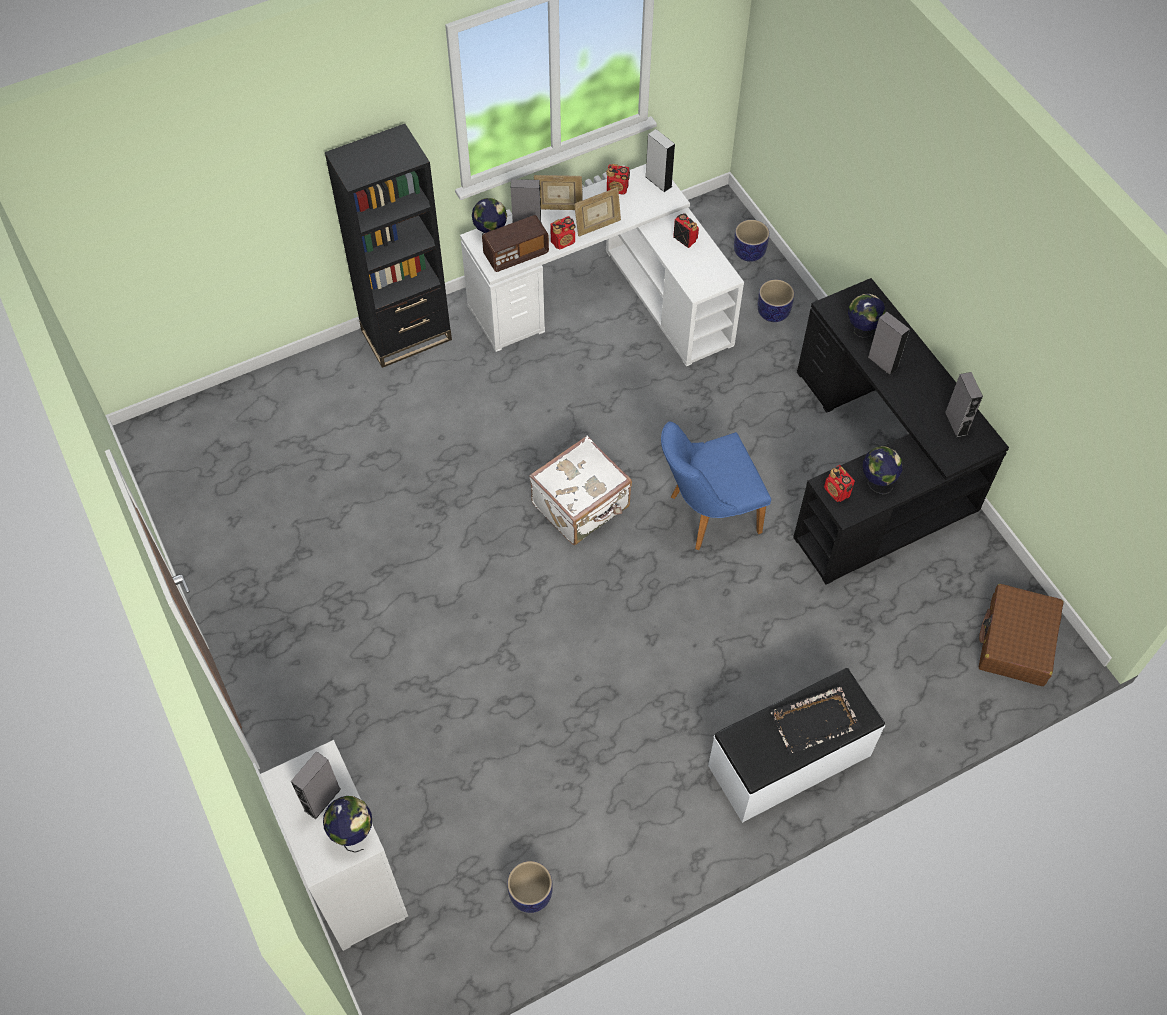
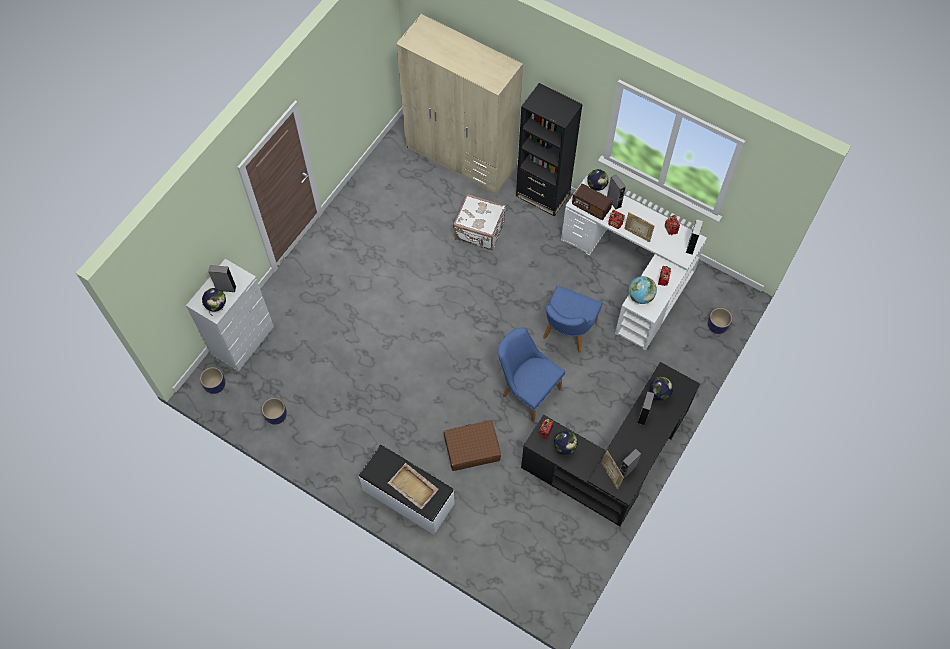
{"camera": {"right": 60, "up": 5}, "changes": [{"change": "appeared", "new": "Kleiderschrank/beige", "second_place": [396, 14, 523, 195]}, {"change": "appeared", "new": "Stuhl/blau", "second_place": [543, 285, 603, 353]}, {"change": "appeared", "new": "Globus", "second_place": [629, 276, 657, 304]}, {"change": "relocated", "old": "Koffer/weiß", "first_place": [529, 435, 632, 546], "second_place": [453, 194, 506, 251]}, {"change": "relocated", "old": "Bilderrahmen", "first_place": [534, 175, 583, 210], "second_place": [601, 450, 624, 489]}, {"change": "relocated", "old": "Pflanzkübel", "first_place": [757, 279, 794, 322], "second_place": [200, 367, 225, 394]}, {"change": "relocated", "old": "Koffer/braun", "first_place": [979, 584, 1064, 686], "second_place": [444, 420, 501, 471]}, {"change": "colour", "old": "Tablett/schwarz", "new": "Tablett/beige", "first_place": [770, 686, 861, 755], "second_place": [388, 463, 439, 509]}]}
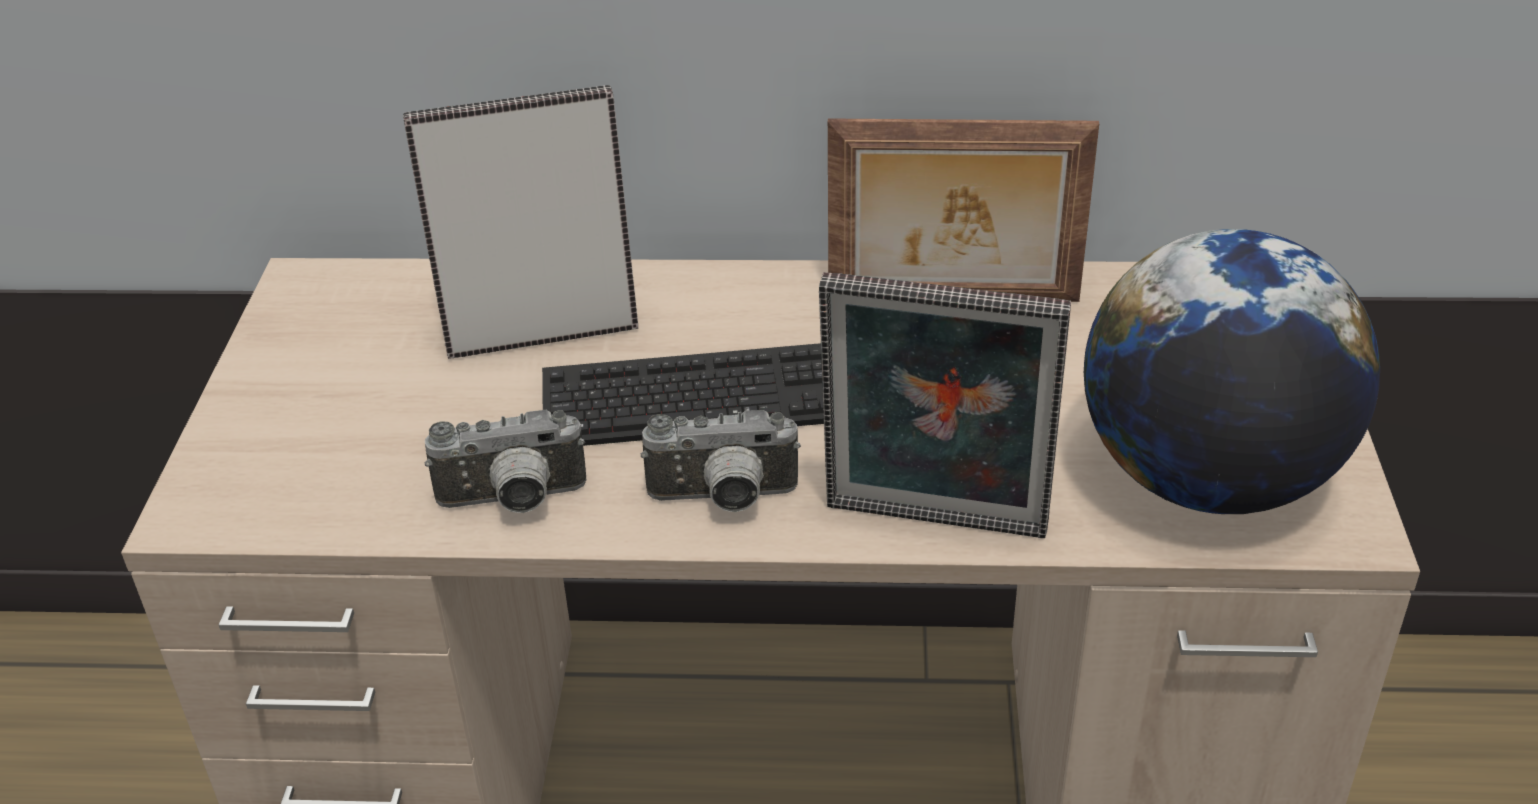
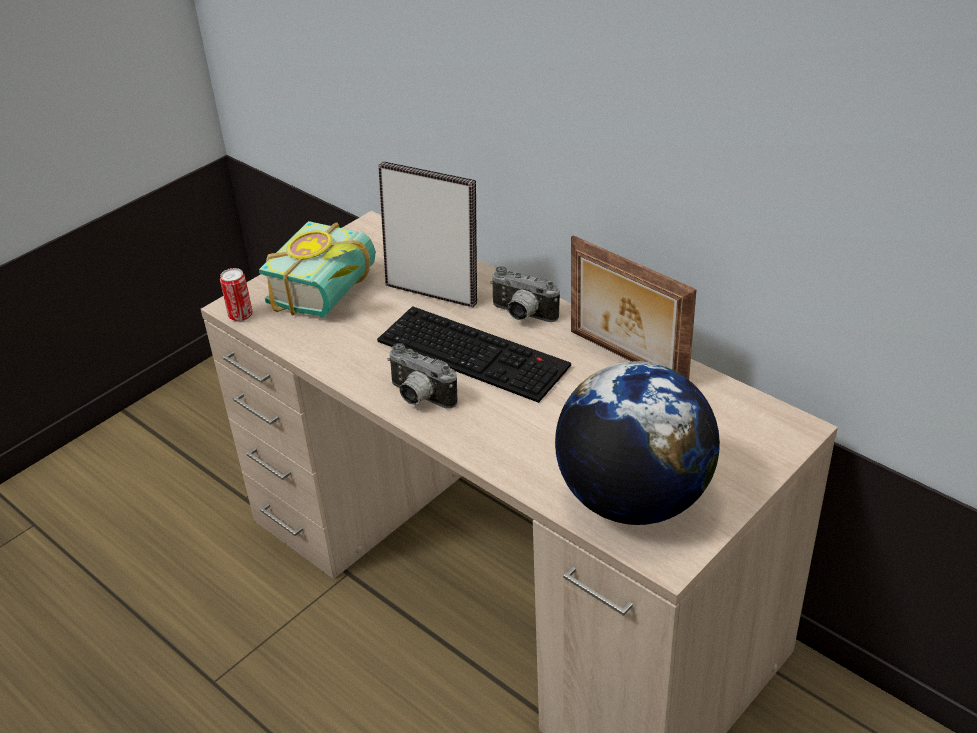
{"camera": {"right": 40, "up": 0}, "changes": [{"change": "missing", "old": "Bilderrahmen", "first_place": [819, 272, 1071, 538]}, {"change": "appeared", "new": "Dose", "second_place": [220, 268, 253, 322]}, {"change": "appeared", "new": "Buch", "second_place": [259, 221, 376, 317]}, {"change": "relocated", "old": "Kamera", "first_place": [425, 410, 586, 513], "second_place": [490, 266, 560, 322]}]}
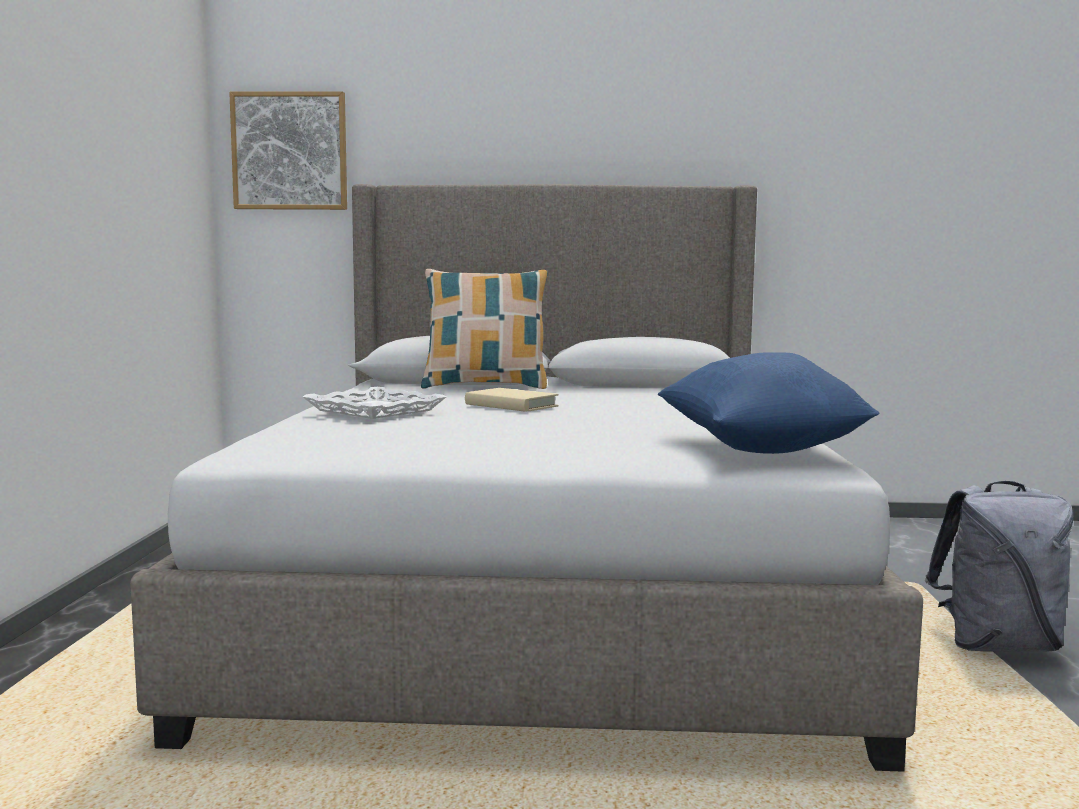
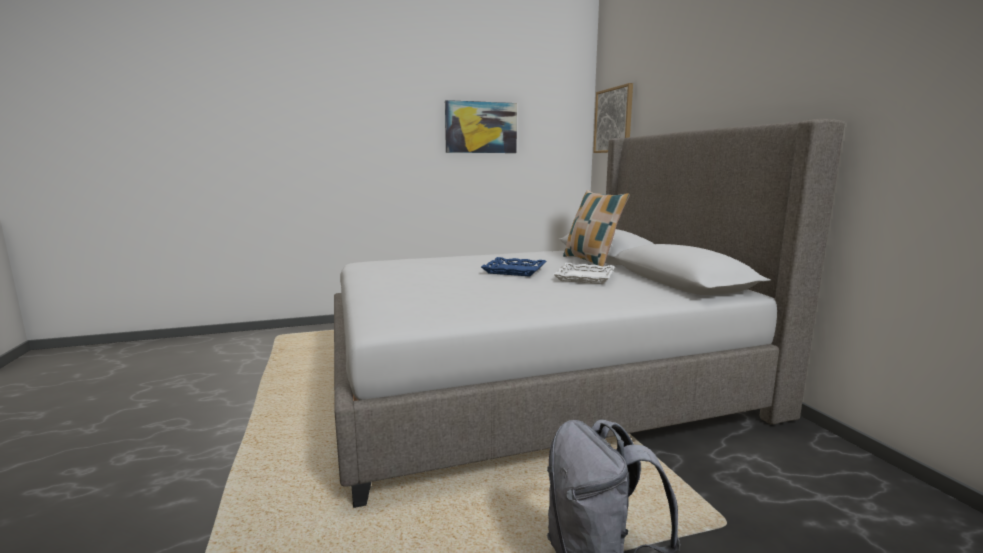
{"camera": {"right": 70, "up": 5}, "changes": [{"change": "missing", "old": "Kissen/blau", "first_place": [658, 352, 880, 454]}, {"change": "appeared", "new": "Bild", "second_place": [445, 100, 517, 153]}, {"change": "relocated", "old": "Tablett/weiß", "first_place": [303, 387, 446, 419], "second_place": [553, 263, 615, 284]}, {"change": "exchanged", "old": "Buch/beige", "new": "Tablett/blau", "first_place": [465, 388, 559, 412], "second_place": [481, 257, 546, 276]}]}
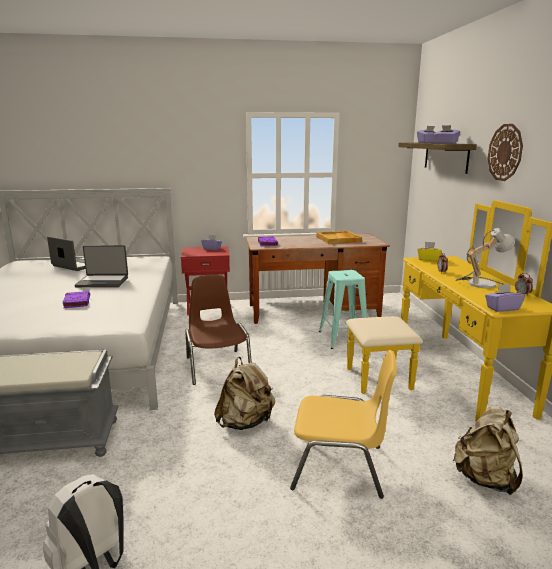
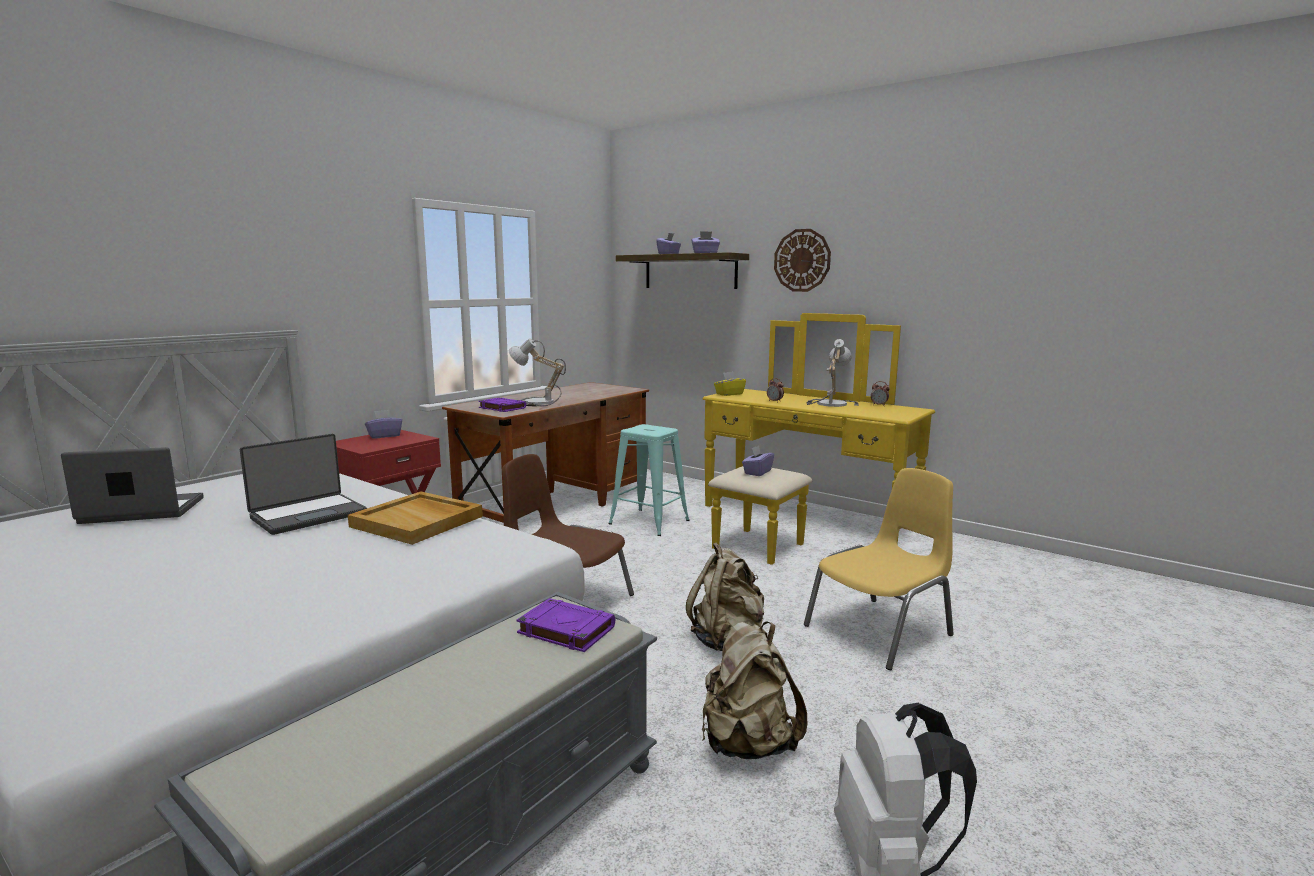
{"camera": {"right": -45, "up": -5}, "changes": [{"change": "appeared", "new": "Tischlampe", "second_place": [509, 338, 566, 407]}, {"change": "relocated", "old": "Buch/lila", "first_place": [63, 291, 90, 308], "second_place": [516, 598, 615, 652]}, {"change": "relocated", "old": "Tablett/beige", "first_place": [316, 231, 362, 244], "second_place": [348, 491, 483, 545]}, {"change": "relocated", "old": "Rucksack/beige", "first_place": [453, 405, 523, 495], "second_place": [702, 621, 807, 759]}, {"change": "relocated", "old": "Taschentuchbox/lila", "first_place": [485, 284, 525, 312], "second_place": [742, 445, 774, 476]}]}
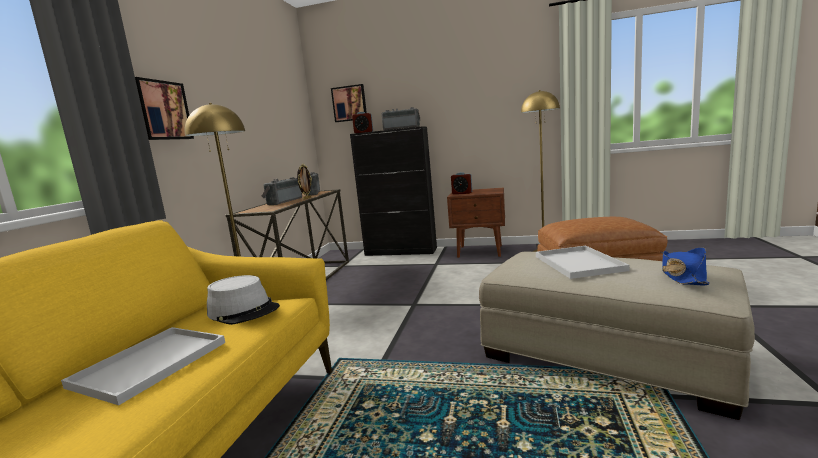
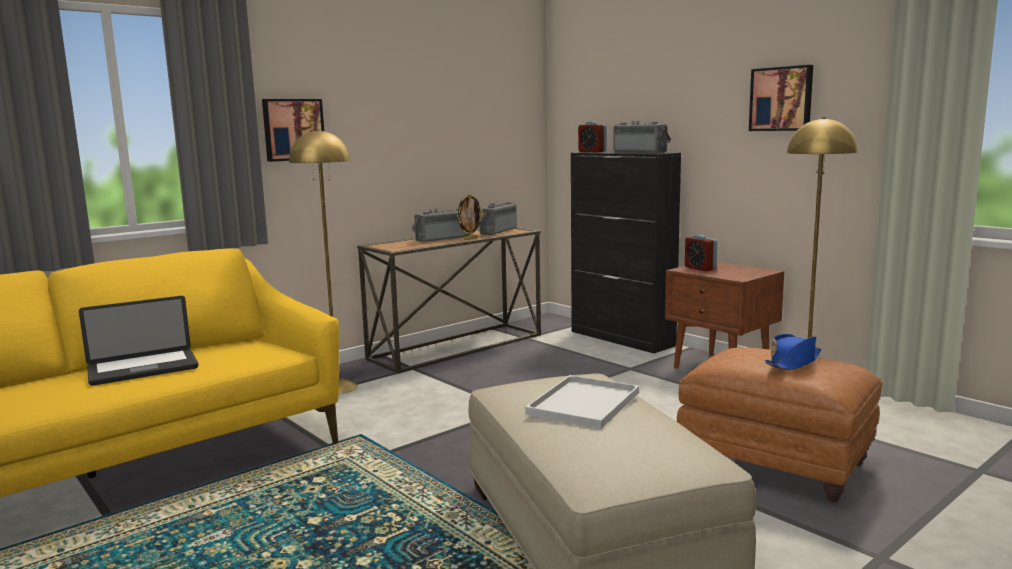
{"camera": {"right": 35, "up": 0}, "changes": [{"change": "missing", "old": "Hut/grau", "first_place": [207, 275, 280, 325]}, {"change": "relocated", "old": "Bild", "first_place": [331, 84, 367, 122], "second_place": [749, 65, 813, 131]}, {"change": "relocated", "old": "Hut/blau", "first_place": [662, 247, 710, 286], "second_place": [765, 334, 821, 370]}, {"change": "exchanged", "old": "Tablett/weiß", "new": "Laptop", "first_place": [61, 327, 225, 405], "second_place": [79, 296, 198, 386]}]}
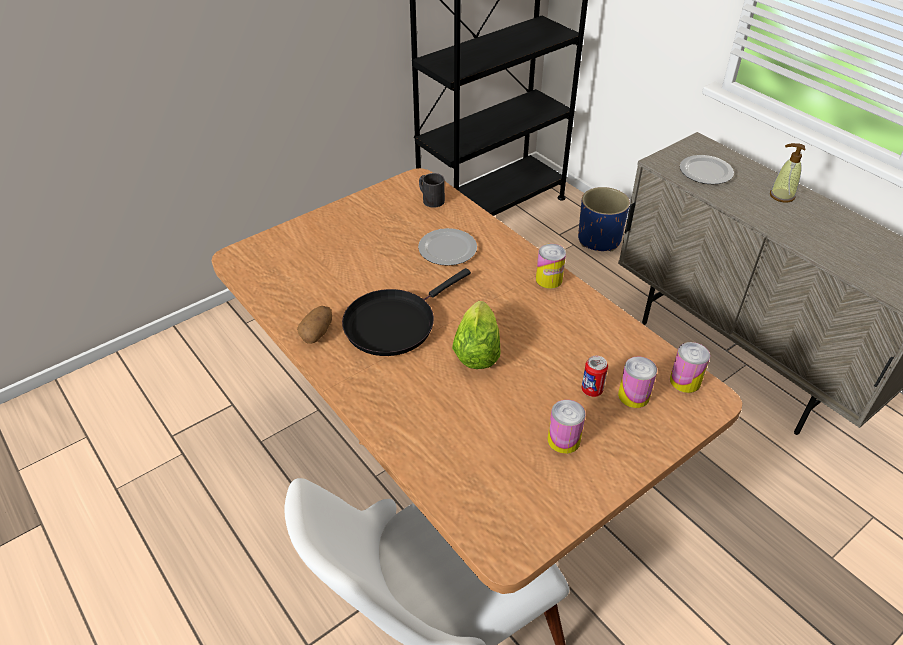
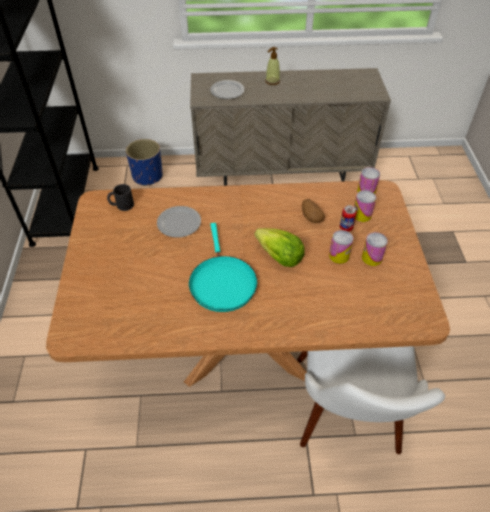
{"camera": {"right": -55, "up": 5}, "changes": [{"change": "relocated", "old": "Kartoffel", "first_place": [297, 306, 332, 344], "second_place": [302, 199, 325, 223]}, {"change": "relocated", "old": "Dose", "first_place": [536, 244, 566, 289], "second_place": [329, 230, 353, 264]}, {"change": "colour", "old": "Pfanne/schwarz", "new": "Pfanne/türkis", "first_place": [342, 268, 471, 356], "second_place": [189, 223, 257, 312]}]}
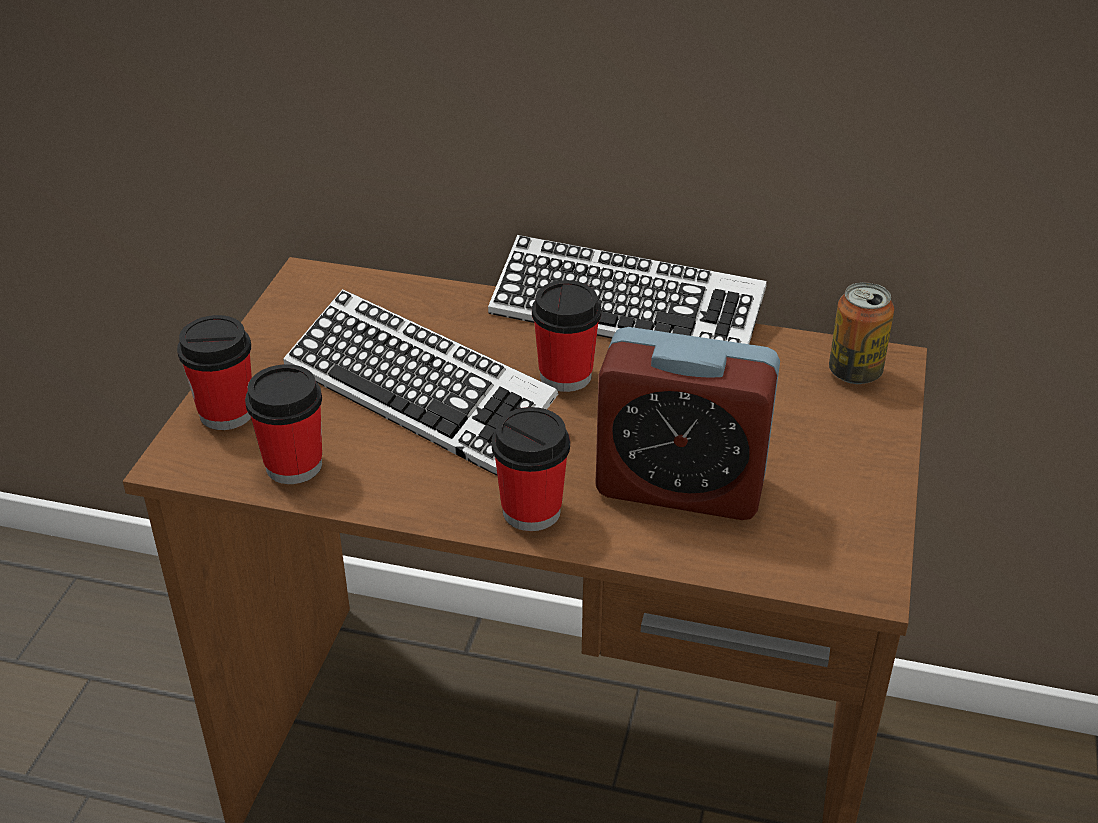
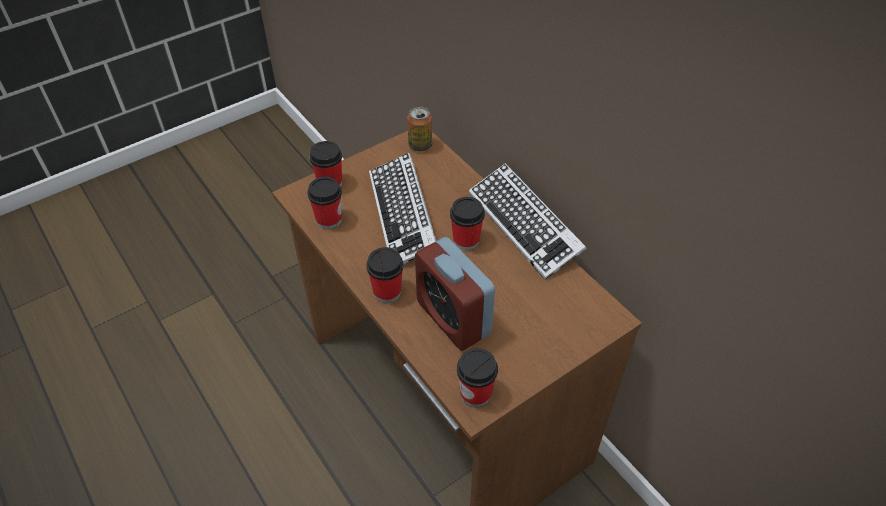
{"camera": {"right": 40, "up": 10}, "changes": [{"change": "appeared", "new": "Tasse", "second_place": [457, 348, 498, 407]}, {"change": "relocated", "old": "Dose", "first_place": [829, 282, 894, 384], "second_place": [407, 106, 432, 152]}]}
